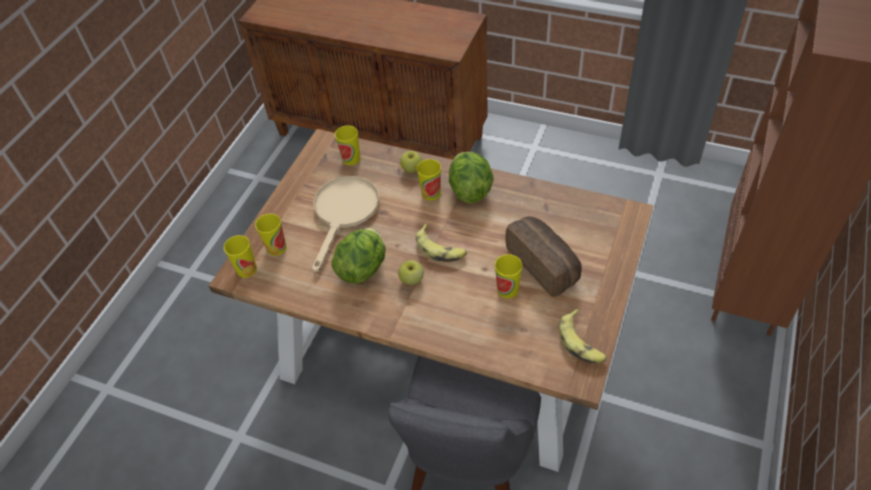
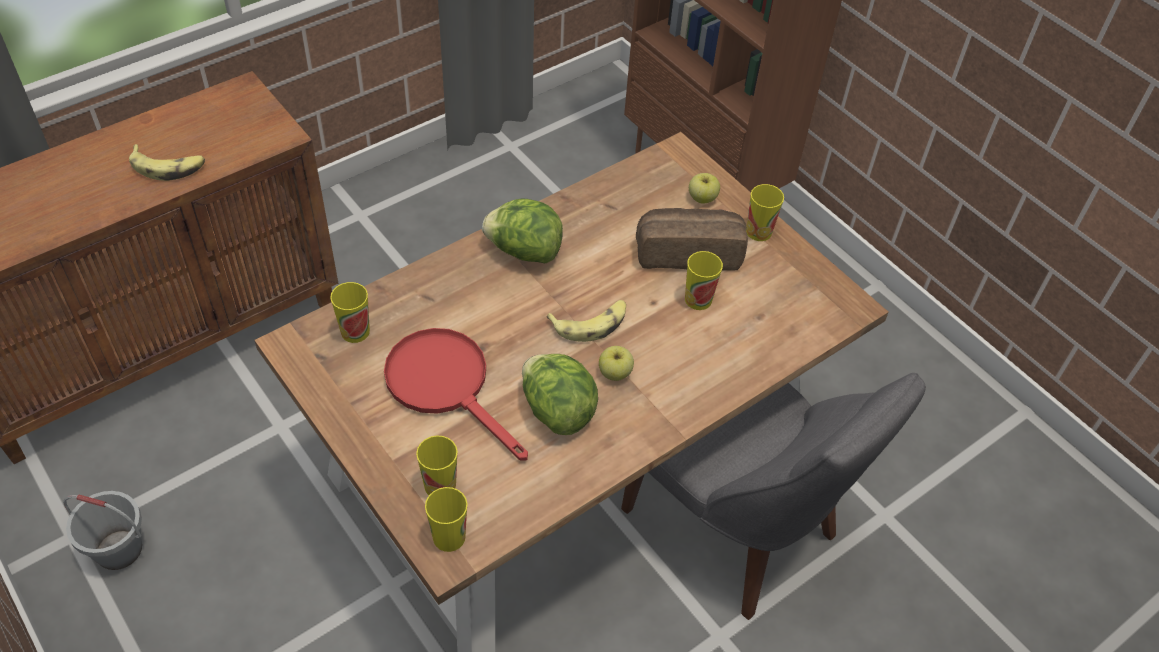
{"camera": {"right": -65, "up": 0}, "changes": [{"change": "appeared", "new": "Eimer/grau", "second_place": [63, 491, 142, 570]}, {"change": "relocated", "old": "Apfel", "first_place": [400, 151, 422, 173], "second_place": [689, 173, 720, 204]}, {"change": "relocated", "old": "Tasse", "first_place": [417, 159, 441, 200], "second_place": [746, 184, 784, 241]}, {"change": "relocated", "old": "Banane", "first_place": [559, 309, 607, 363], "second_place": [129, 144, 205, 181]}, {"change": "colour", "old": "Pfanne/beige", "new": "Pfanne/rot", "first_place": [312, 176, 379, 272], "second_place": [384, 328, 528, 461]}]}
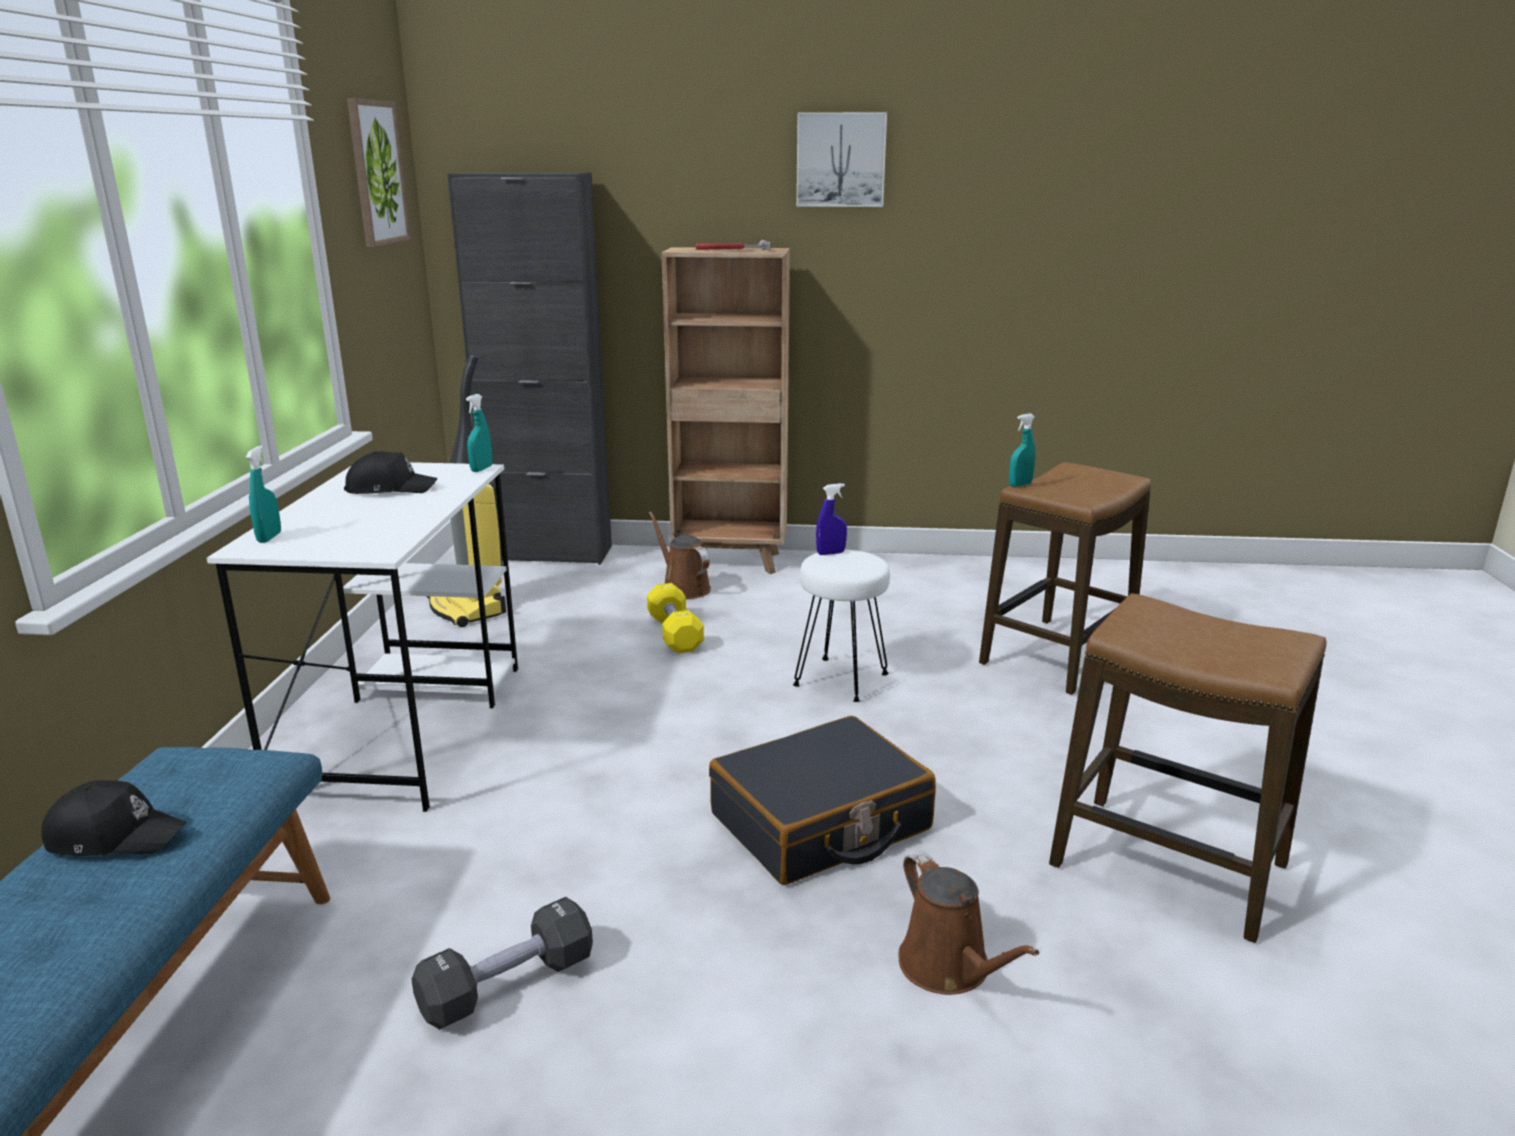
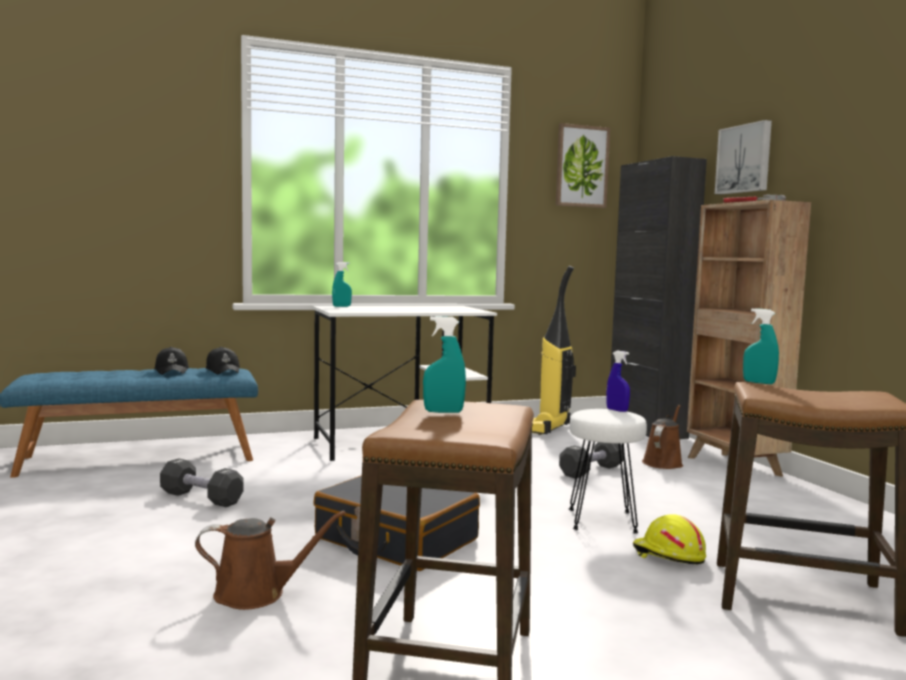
{"camera": {"right": 65, "up": -15}, "changes": [{"change": "appeared", "new": "Schutzhelm/gelb", "second_place": [633, 514, 706, 565]}, {"change": "relocated", "old": "Kappe/schwarz", "first_place": [344, 451, 438, 494], "second_place": [206, 347, 240, 374]}, {"change": "relocated", "old": "Sprühflasche/türkis", "first_place": [466, 394, 492, 472], "second_place": [423, 316, 466, 413]}, {"change": "relocated", "old": "Bild", "first_place": [796, 112, 887, 207], "second_place": [715, 120, 772, 195]}, {"change": "colour", "old": "Hantel/gelb", "new": "Hantel/schwarz", "first_place": [647, 583, 704, 653], "second_place": [559, 442, 624, 479]}, {"change": "spun", "old": "Gießkanne/braun", "first_place": [898, 851, 1039, 995], "second_place": [195, 511, 346, 610], "degrees": -135}]}
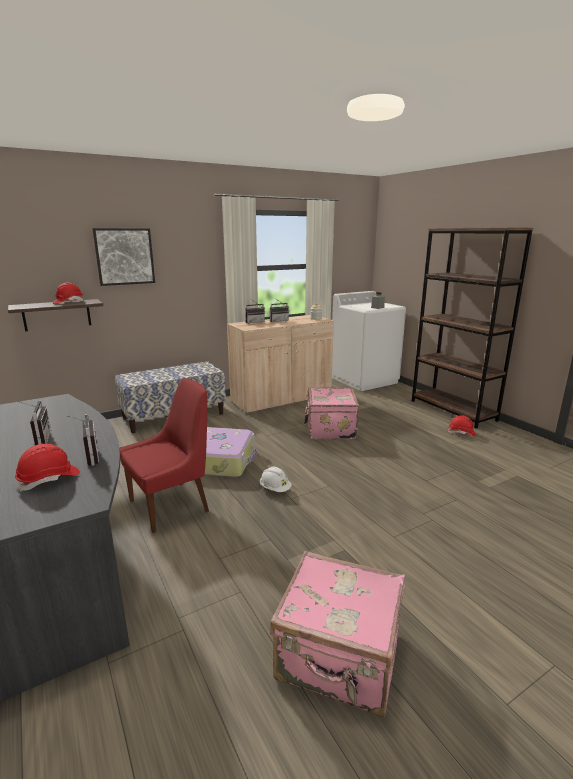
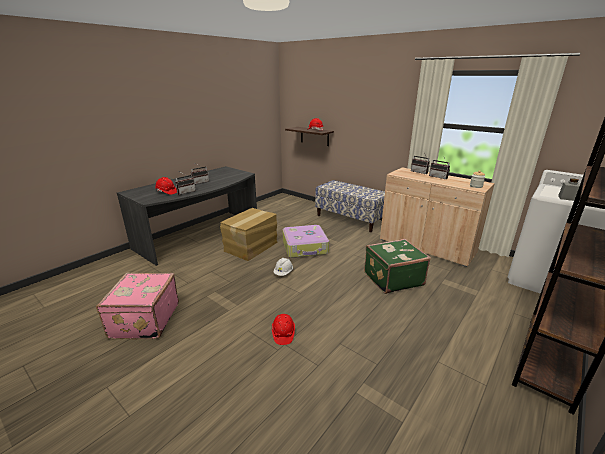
{"camera": {"right": 70, "up": 5}, "changes": [{"change": "missing", "old": "Bild", "first_place": [92, 228, 155, 286]}, {"change": "relocated", "old": "Schutzhelm/rot", "first_place": [448, 415, 476, 436], "second_place": [272, 314, 295, 345]}, {"change": "exchanged", "old": "Stuhl/rot", "new": "Karton", "first_place": [120, 378, 209, 533], "second_place": [220, 208, 277, 261]}, {"change": "colour", "old": "Koffer/rosa", "new": "Koffer/grün", "first_place": [304, 387, 359, 440], "second_place": [364, 239, 431, 294]}]}
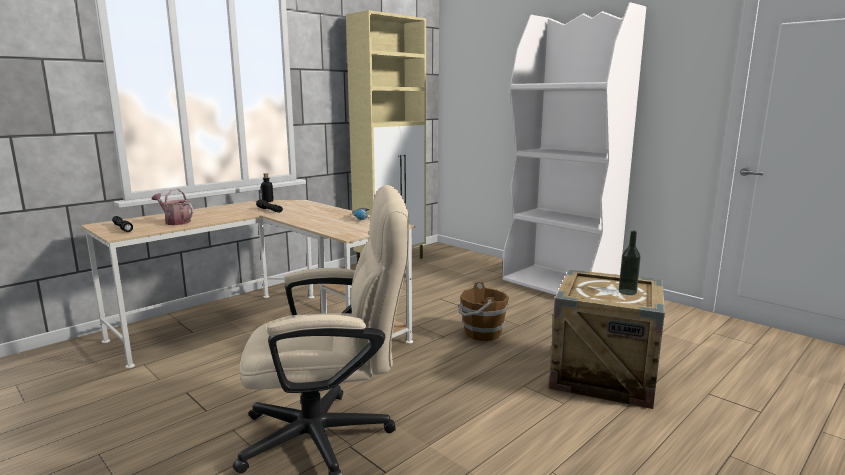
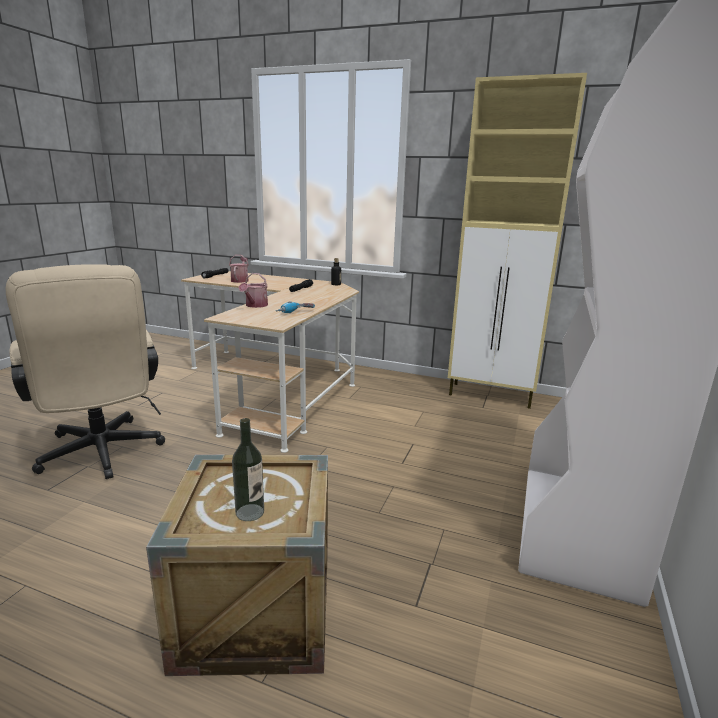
{"camera": {"right": 65, "up": 5}, "changes": [{"change": "missing", "old": "Eimer/braun", "first_place": [459, 282, 509, 341]}, {"change": "appeared", "new": "Gießkanne", "second_place": [238, 273, 268, 308]}]}
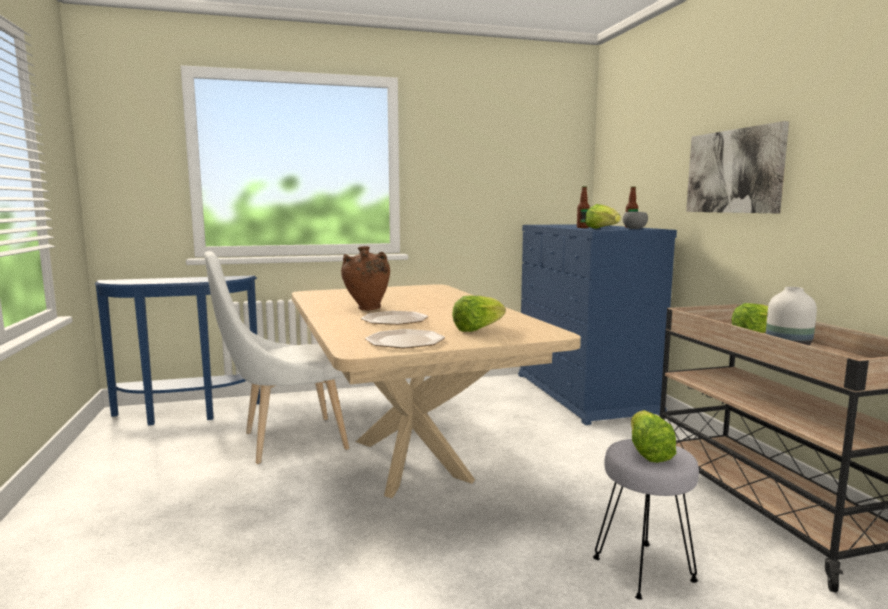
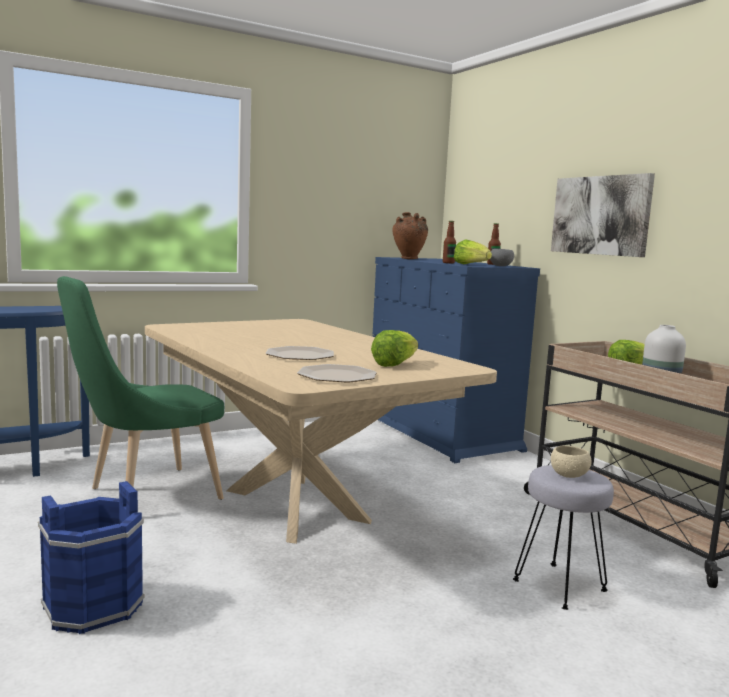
{"camera": {"right": -15, "up": 0}, "changes": [{"change": "appeared", "new": "Eimer/blau", "second_place": [38, 481, 145, 634]}, {"change": "relocated", "old": "Vase/braun", "first_place": [341, 246, 390, 310], "second_place": [392, 212, 428, 259]}, {"change": "exchanged", "old": "Salatkopf", "new": "Schüssel/beige", "first_place": [631, 410, 676, 463], "second_place": [551, 446, 592, 478]}, {"change": "colour", "old": "Stuhl/weiß", "new": "Stuhl/grün", "first_place": [204, 251, 349, 464], "second_place": [57, 276, 224, 500]}]}
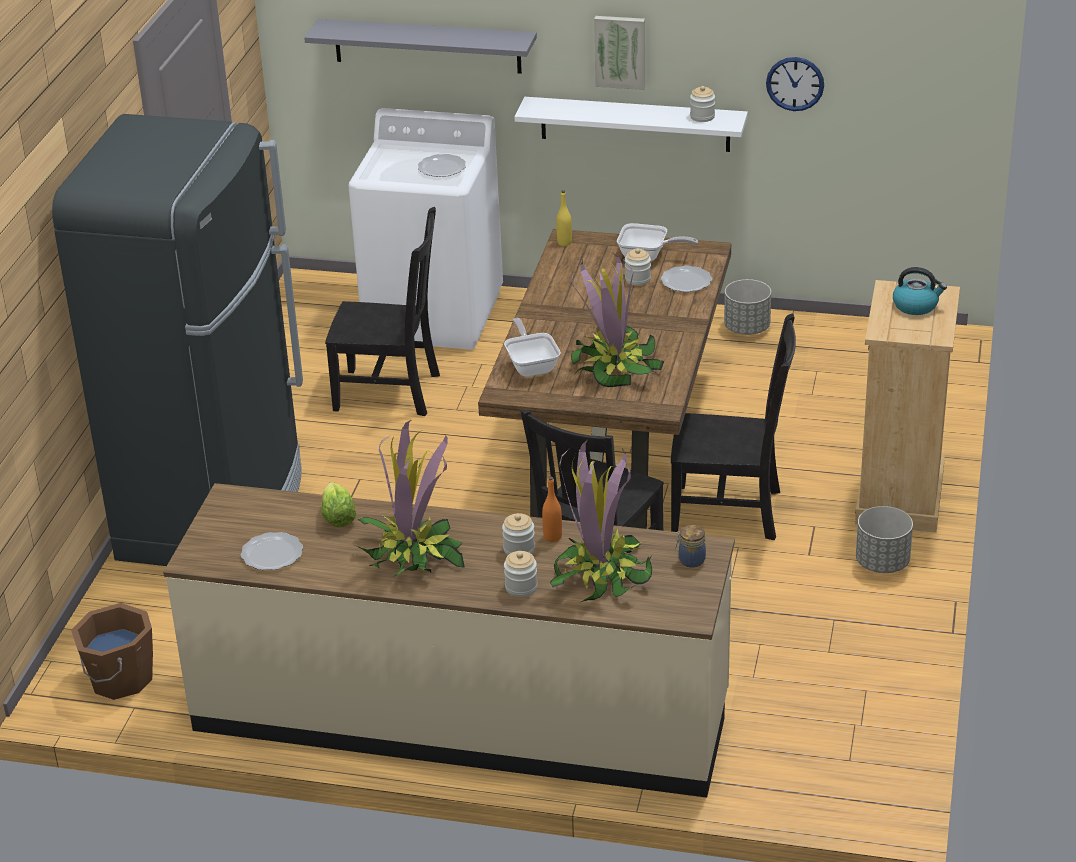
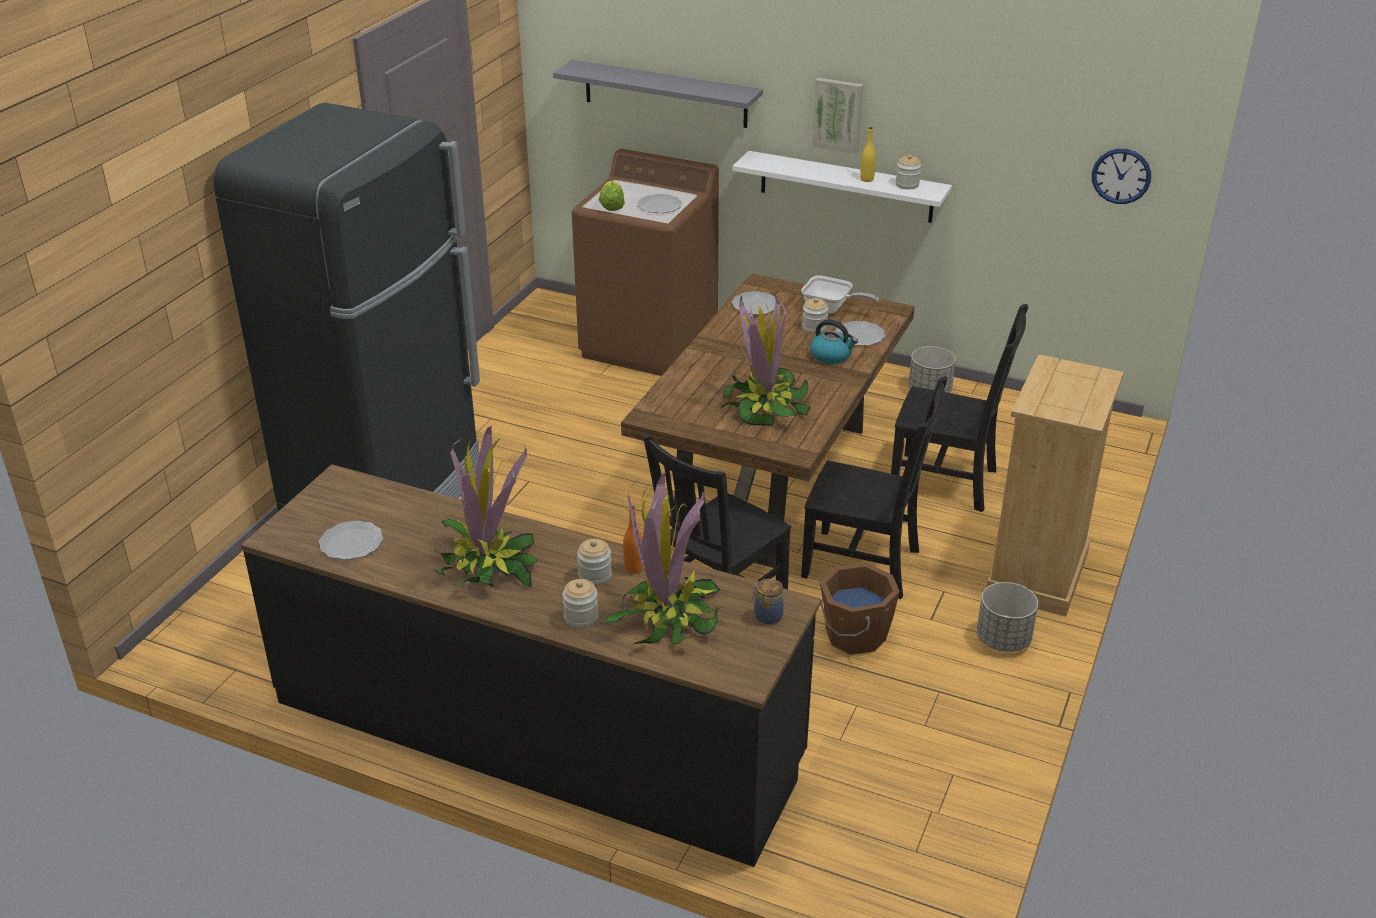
{"camera": {"right": 10, "up": 0}, "changes": [{"change": "missing", "old": "Pfanne", "first_place": [504, 318, 561, 377]}, {"change": "appeared", "new": "Teller", "second_place": [732, 291, 776, 315]}, {"change": "relocated", "old": "Eimer/braun", "first_place": [71, 603, 153, 700], "second_place": [820, 563, 900, 654]}, {"change": "relocated", "old": "Salatkopf", "first_place": [321, 482, 357, 527], "second_place": [599, 181, 625, 211]}, {"change": "relocated", "old": "Stuhl/schwarz", "first_place": [325, 207, 440, 416], "second_place": [891, 304, 1028, 512]}, {"change": "relocated", "old": "Flasche/gelb", "first_place": [556, 190, 572, 246], "second_place": [860, 127, 876, 182]}, {"change": "relocated", "old": "Wanduhr", "first_place": [766, 57, 824, 111], "second_place": [1092, 149, 1151, 204]}, {"change": "relocated", "old": "Wasserkessel", "first_place": [893, 267, 947, 315], "second_place": [810, 319, 858, 364]}, {"change": "colour", "old": "Küchenzeile/beige", "new": "Küchenzeile/schwarz", "first_place": [163, 483, 735, 798], "second_place": [241, 464, 821, 867]}, {"change": "colour", "old": "Waschmaschine/weiß", "new": "Waschmaschine/braun", "first_place": [348, 108, 503, 350], "second_place": [572, 149, 719, 376]}]}
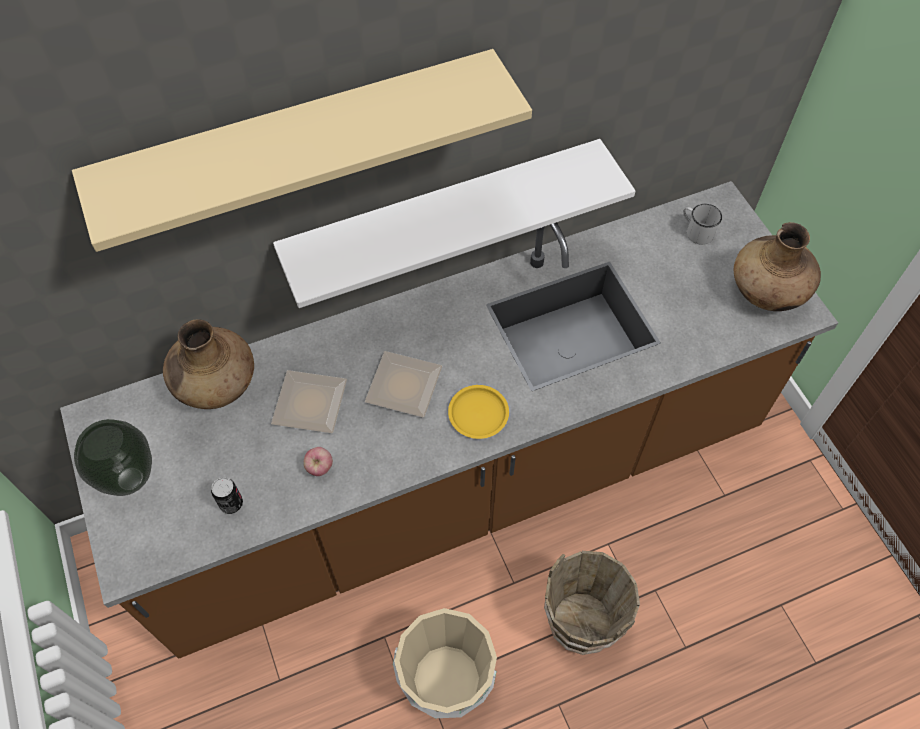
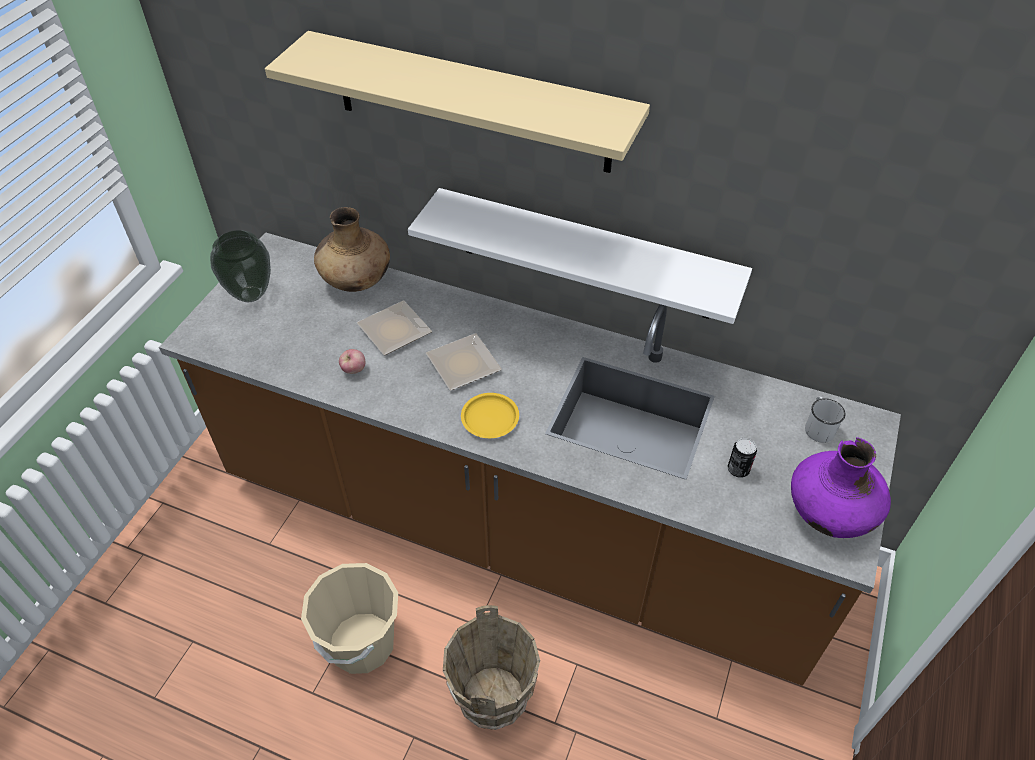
{"camera": {"right": 45, "up": -10}, "changes": [{"change": "relocated", "old": "Dose", "first_place": [211, 477, 243, 514], "second_place": [727, 438, 757, 478]}, {"change": "colour", "old": "Vase/braun", "new": "Vase/lila", "first_place": [734, 222, 821, 311], "second_place": [791, 437, 891, 538]}]}
